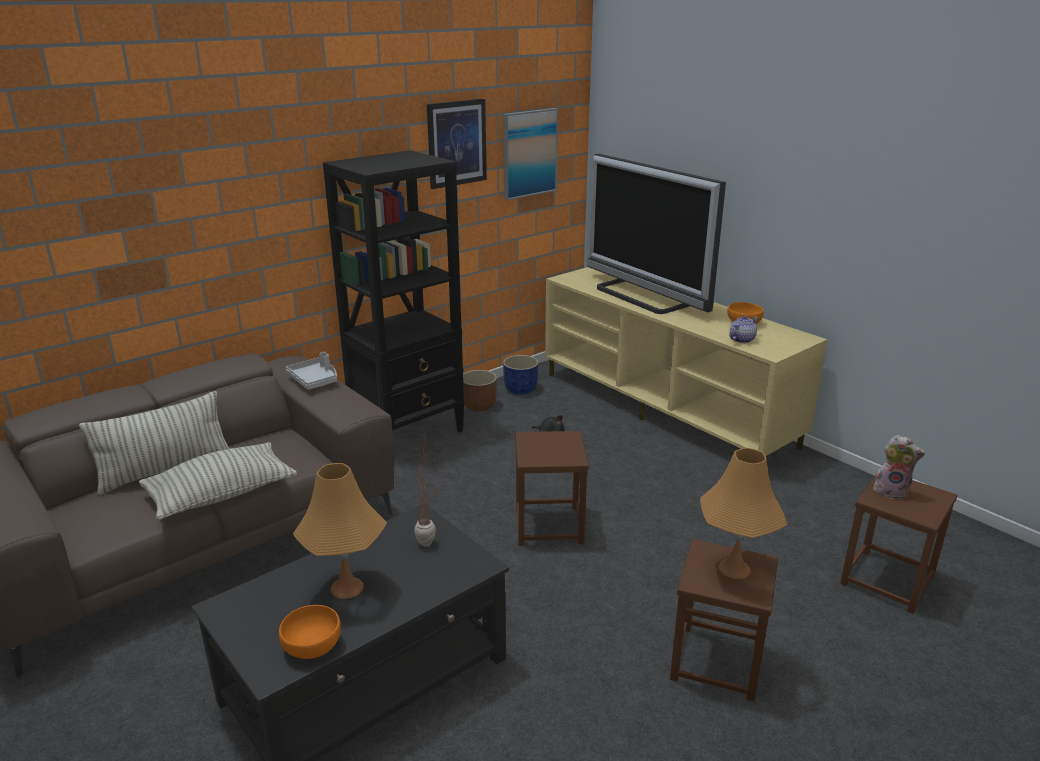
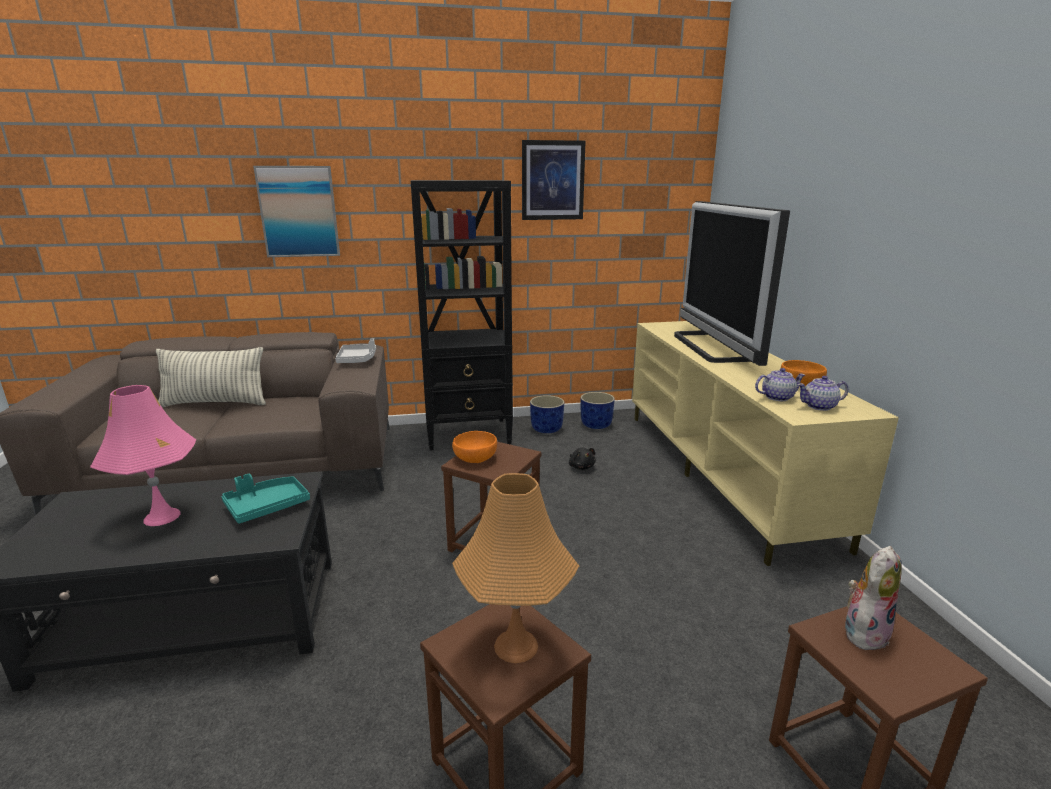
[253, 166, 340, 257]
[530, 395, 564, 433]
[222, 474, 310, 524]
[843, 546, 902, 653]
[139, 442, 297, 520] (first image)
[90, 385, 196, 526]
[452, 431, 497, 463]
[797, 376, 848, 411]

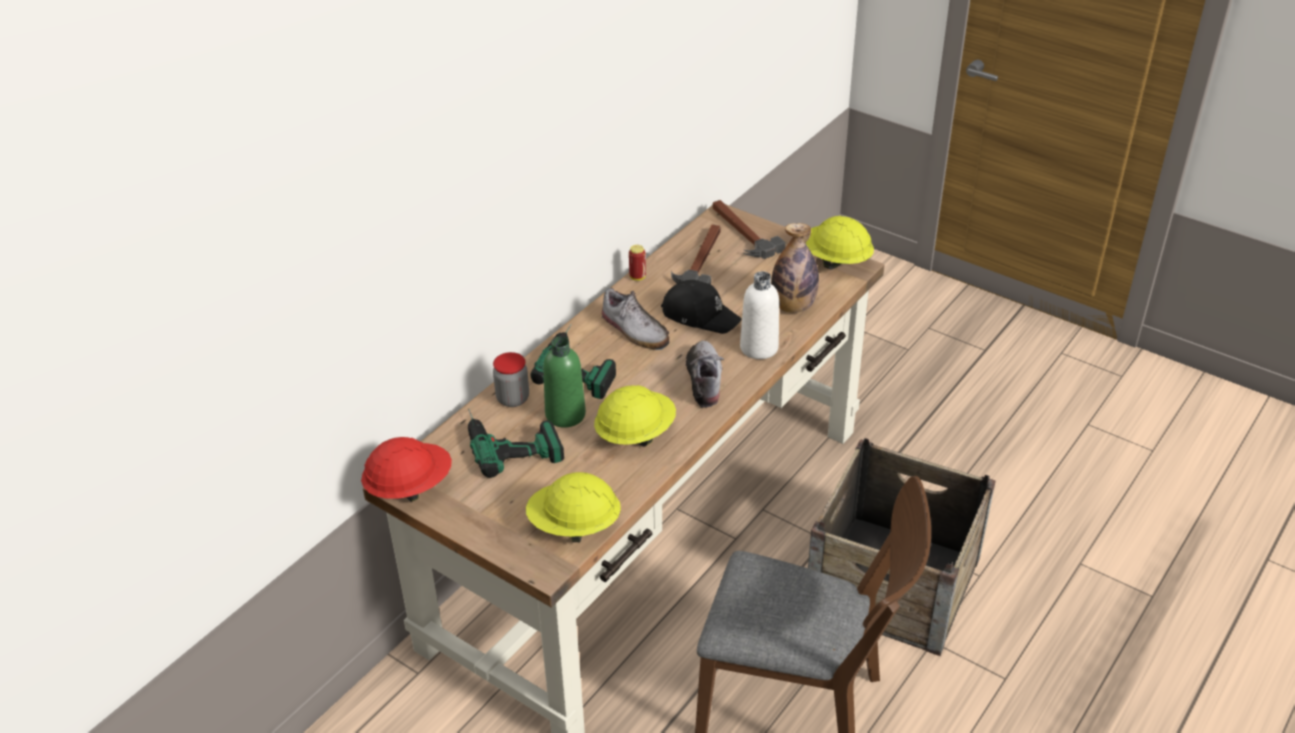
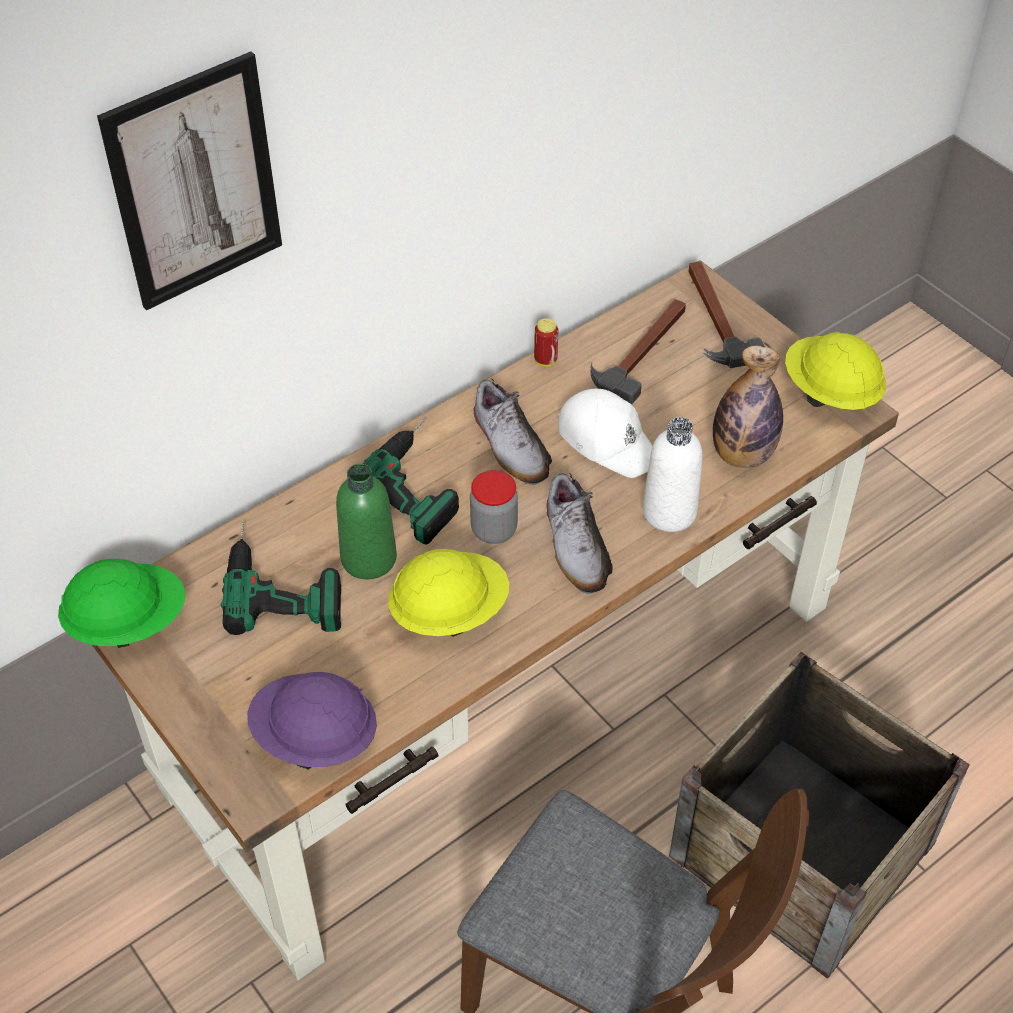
[558, 389, 653, 478]
[544, 473, 613, 594]
[470, 470, 518, 544]
[58, 559, 185, 648]
[247, 672, 377, 770]
[97, 51, 282, 311]

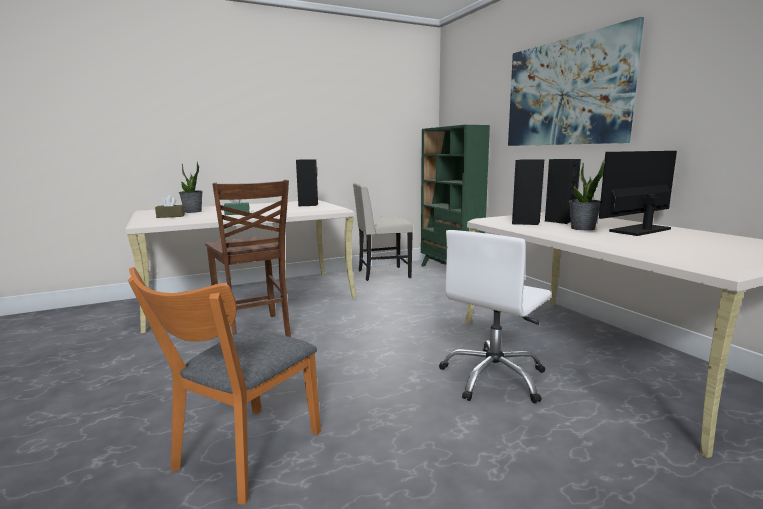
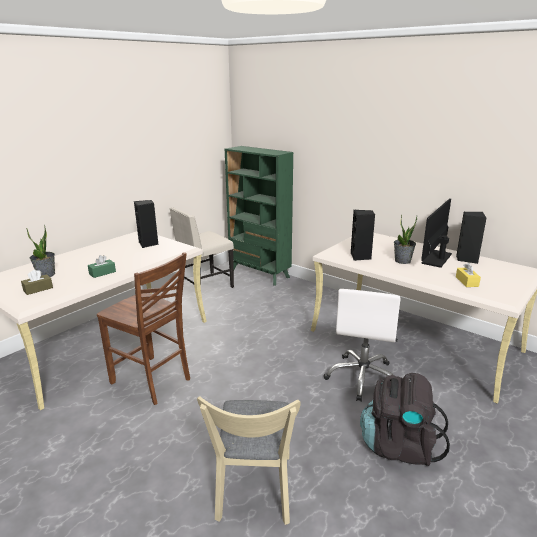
[508, 17, 644, 146] (first image)
[456, 212, 487, 264]
[197, 396, 301, 525]
[456, 263, 481, 287]
[360, 373, 450, 466]

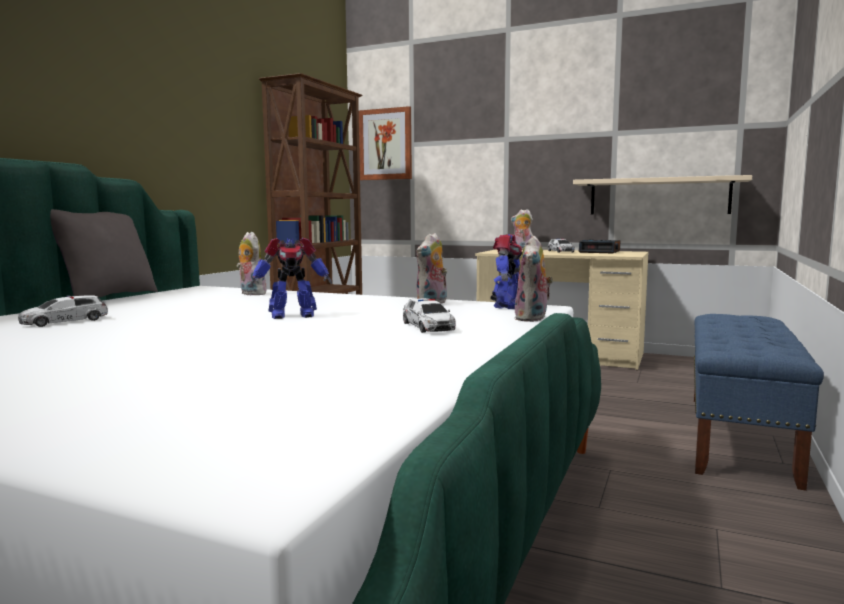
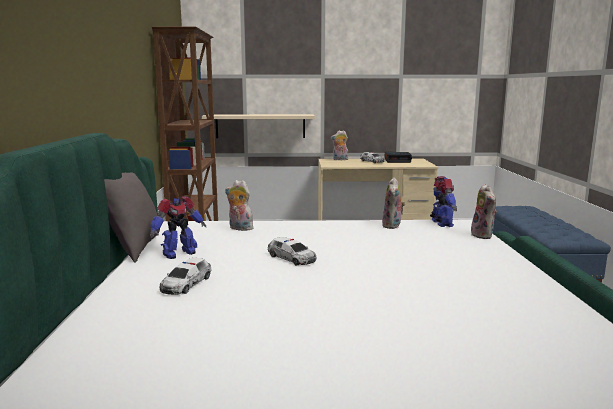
[359, 106, 412, 180] (first image)
[202, 114, 315, 138]
[150, 196, 207, 259]
[268, 237, 316, 266]

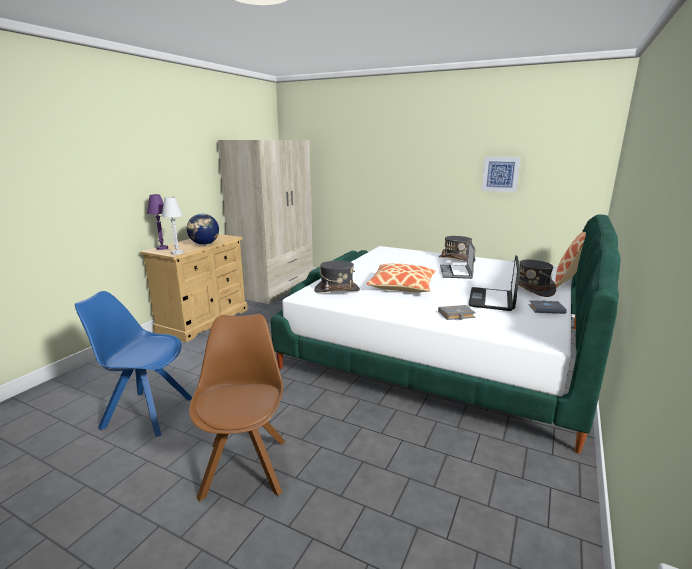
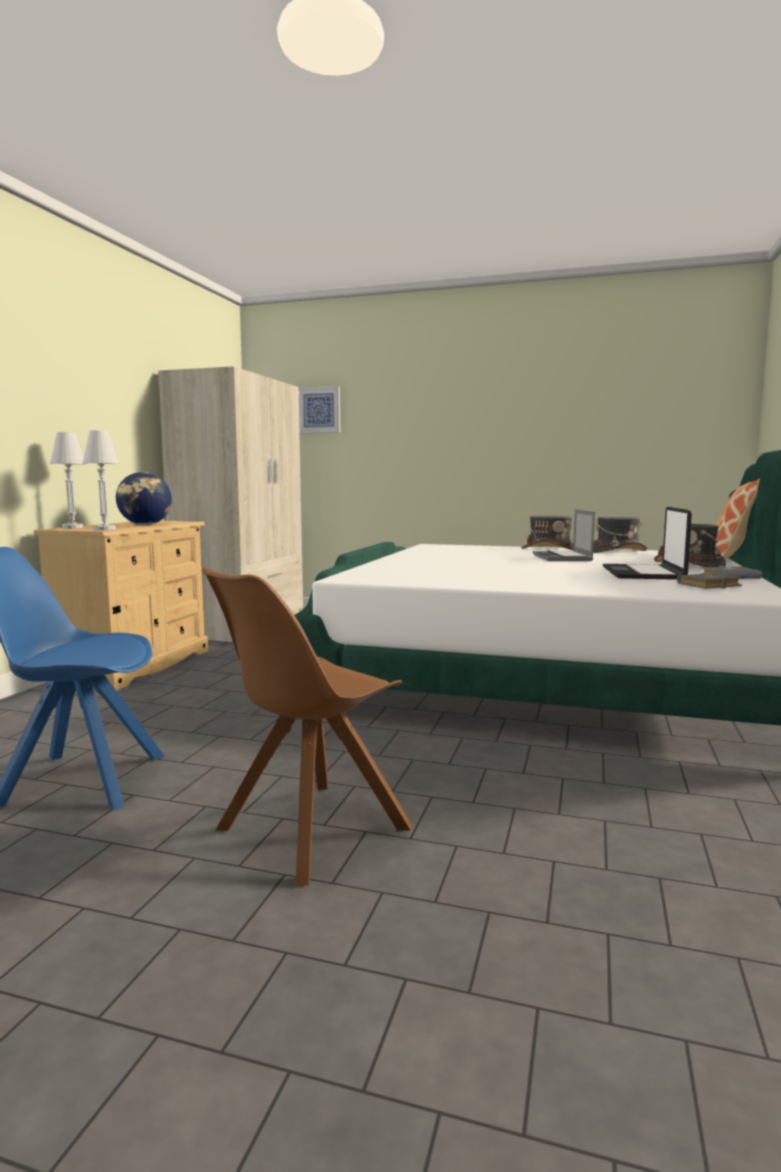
[299, 386, 340, 433]
[50, 432, 84, 528]
[593, 517, 647, 553]
[366, 263, 436, 293] (first image)
[677, 573, 743, 589]
[201, 567, 412, 886]

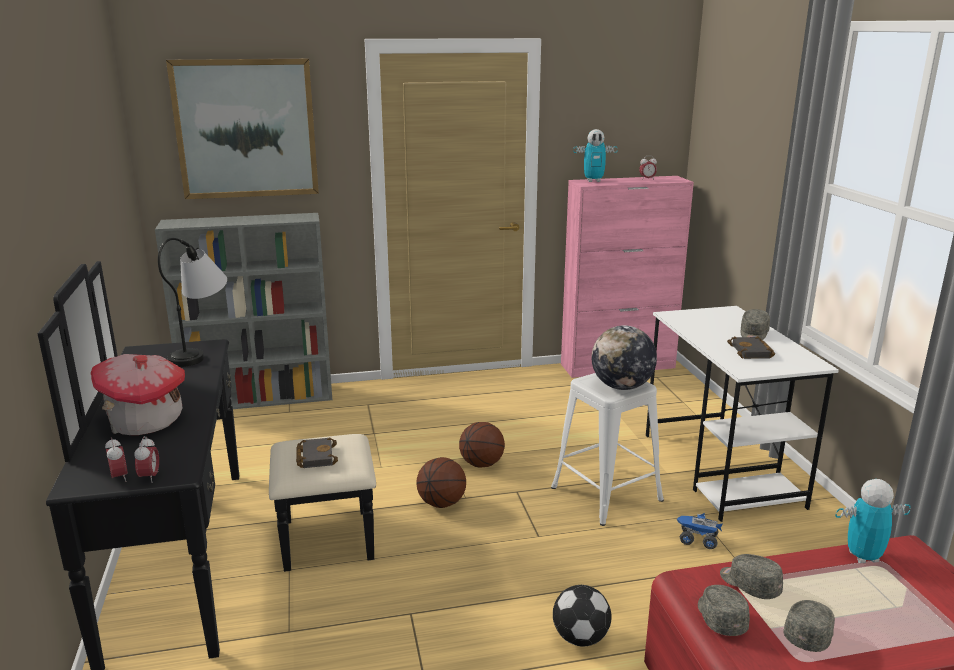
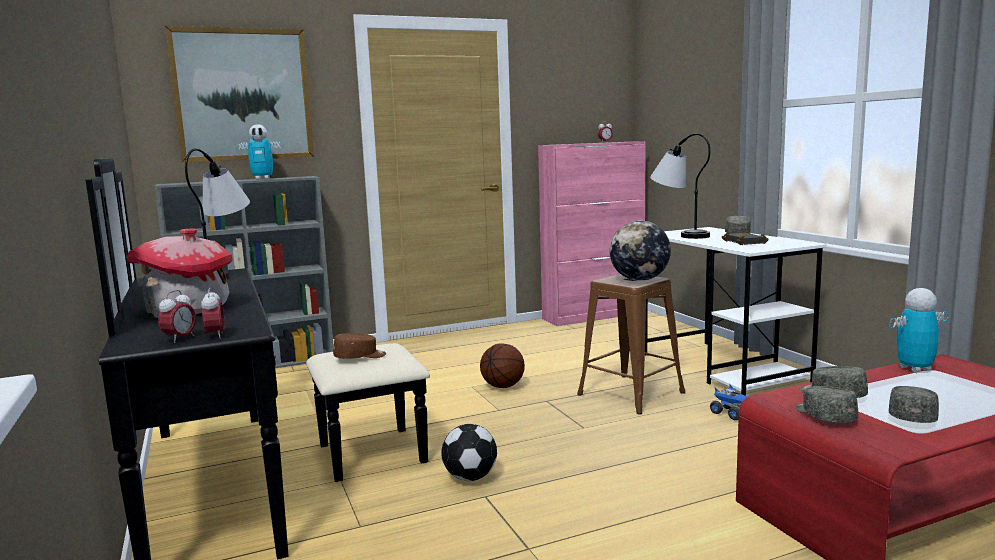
[235, 124, 284, 180]
[577, 274, 685, 415]
[158, 290, 196, 343]
[333, 333, 386, 359]
[416, 457, 466, 508] (first image)
[710, 383, 748, 420]
[441, 424, 497, 481]
[650, 133, 710, 239]

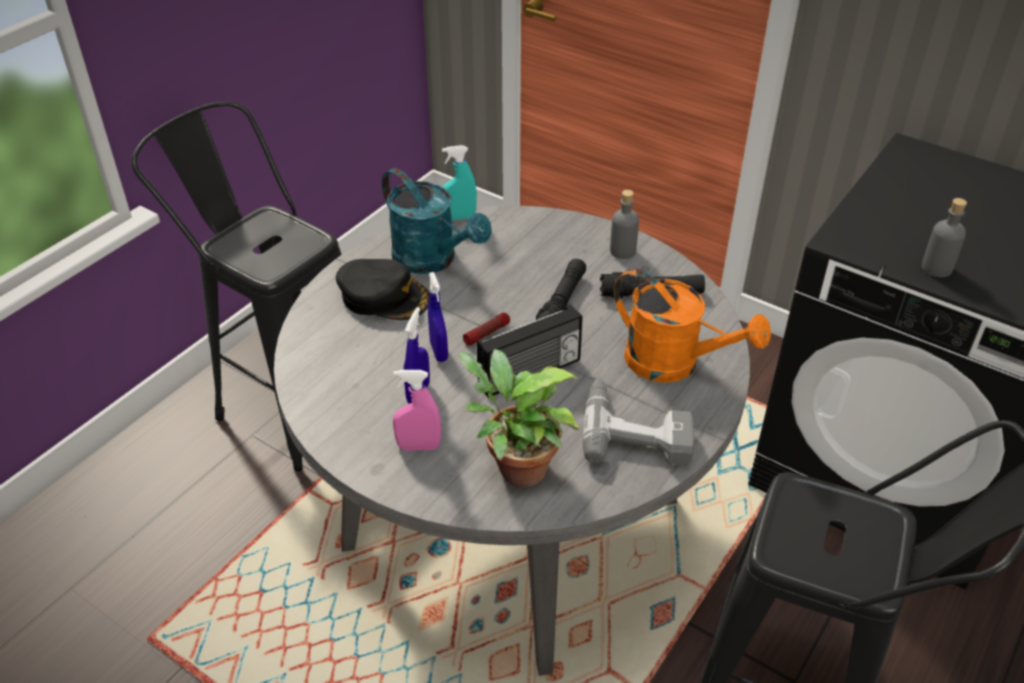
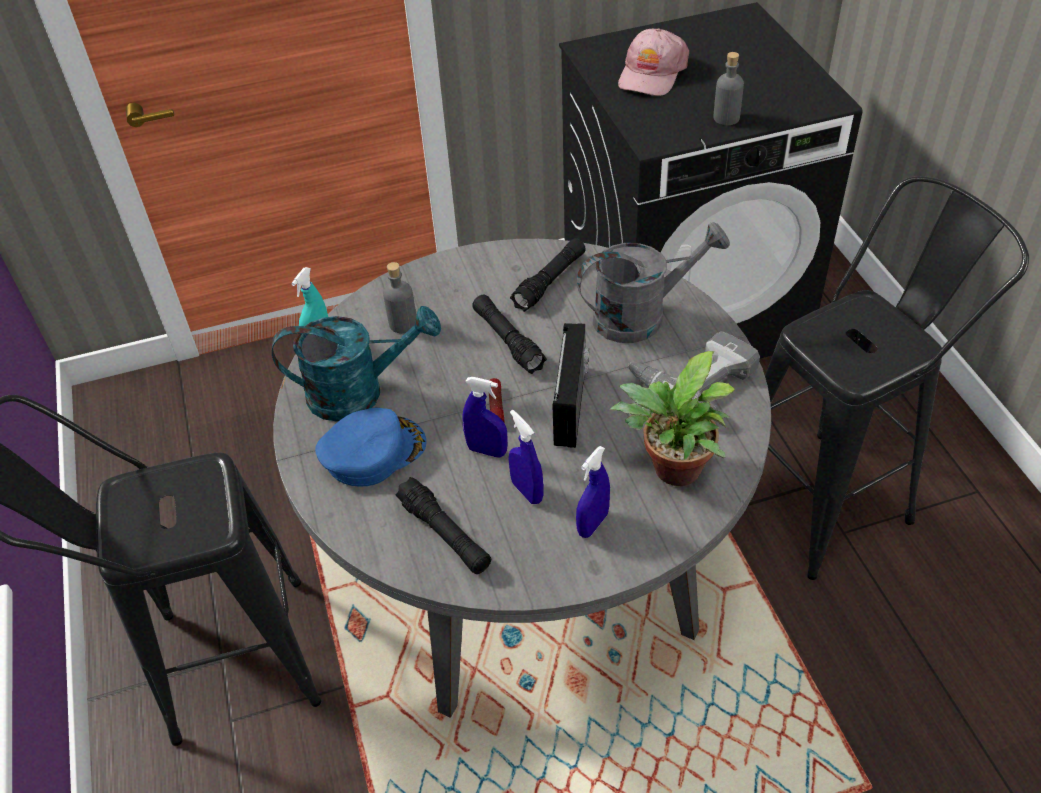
[383, 262, 416, 333]
[315, 408, 427, 487]
[577, 222, 730, 343]
[576, 446, 610, 538]
[618, 28, 689, 96]
[395, 477, 491, 574]

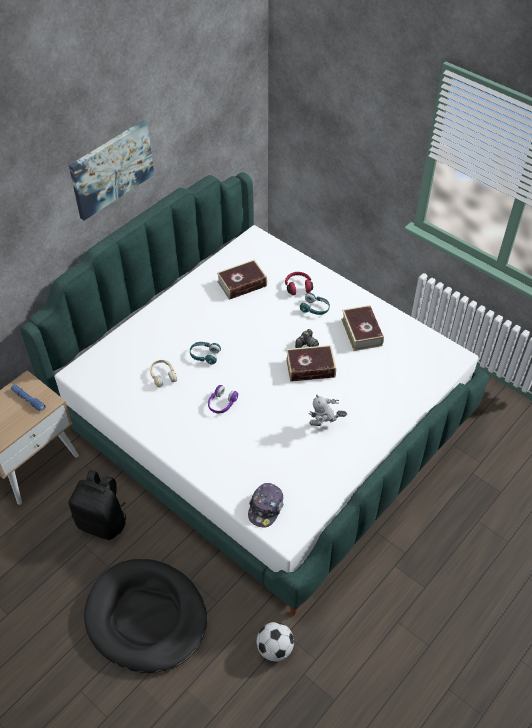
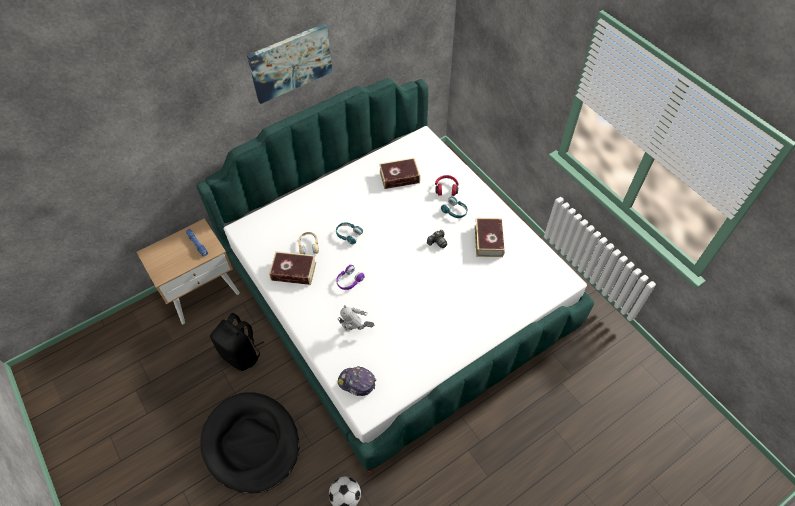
[269, 251, 316, 285]
[338, 305, 374, 331]
[338, 366, 376, 396]

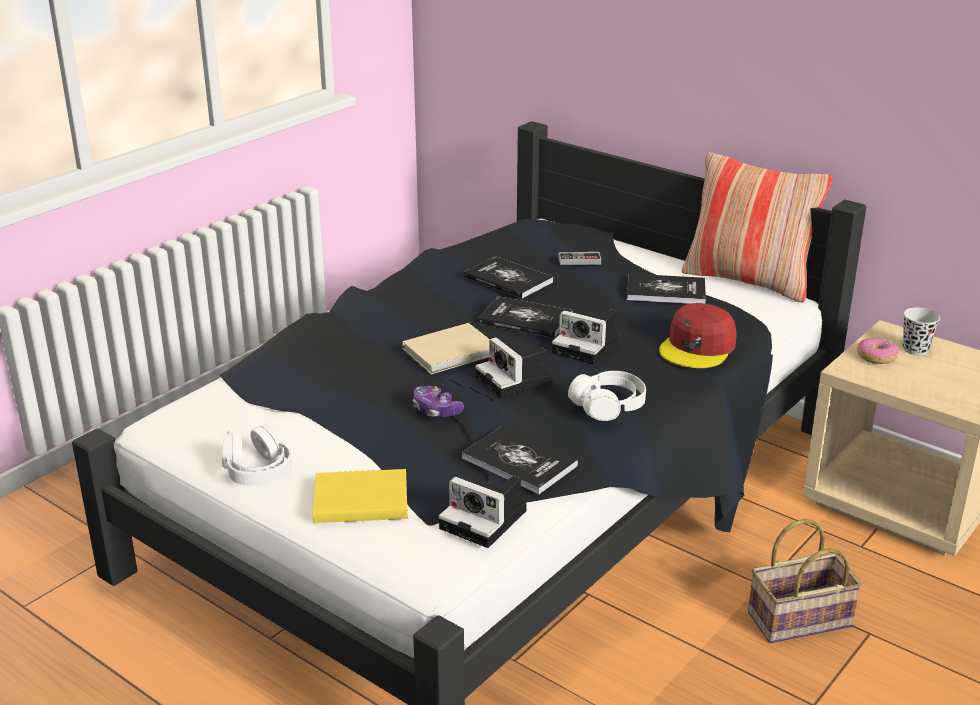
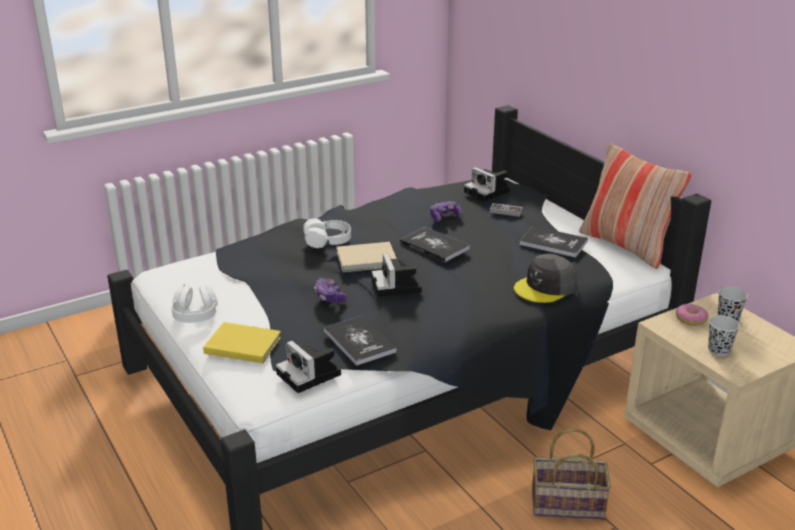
[430, 201, 462, 222]
[514, 254, 577, 303]
[464, 167, 510, 201]
[303, 218, 351, 248]
[708, 315, 740, 356]

